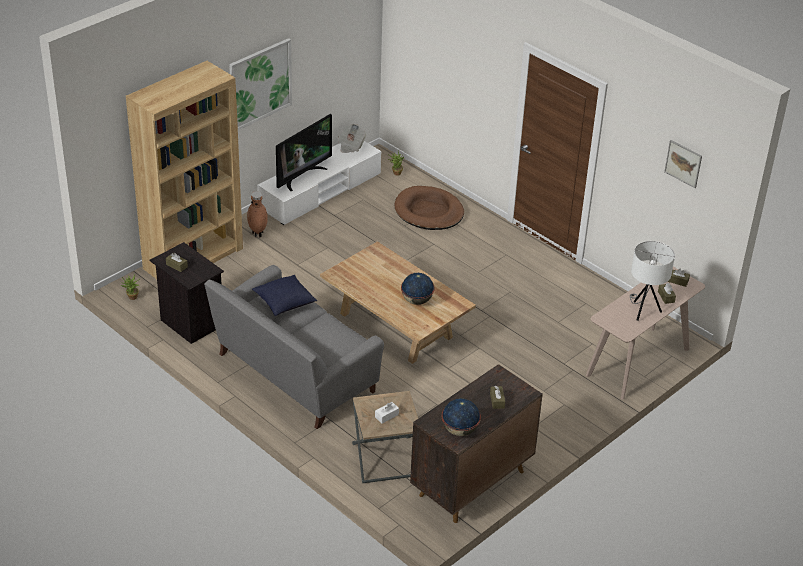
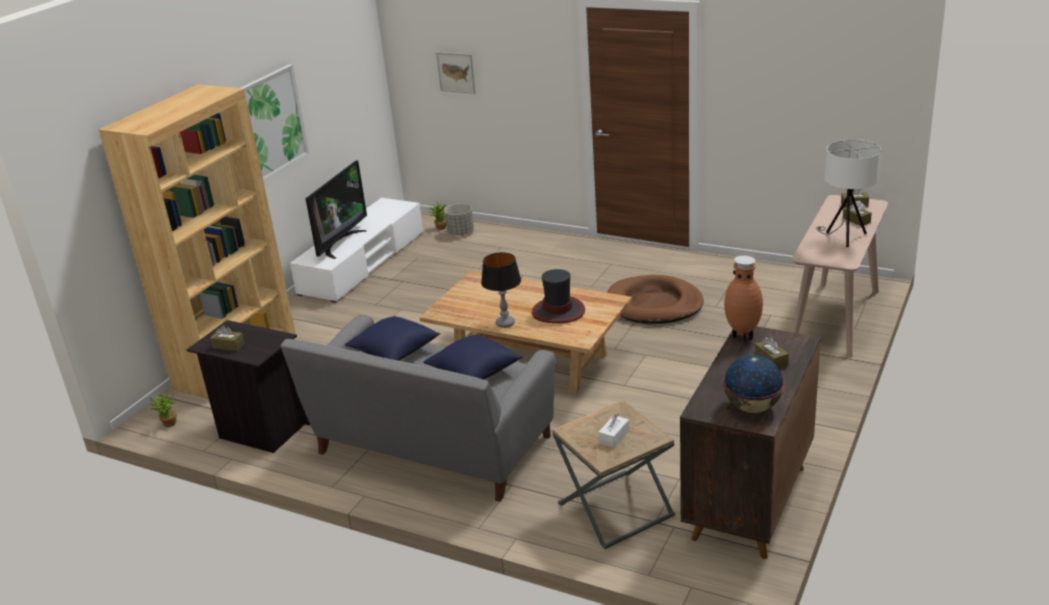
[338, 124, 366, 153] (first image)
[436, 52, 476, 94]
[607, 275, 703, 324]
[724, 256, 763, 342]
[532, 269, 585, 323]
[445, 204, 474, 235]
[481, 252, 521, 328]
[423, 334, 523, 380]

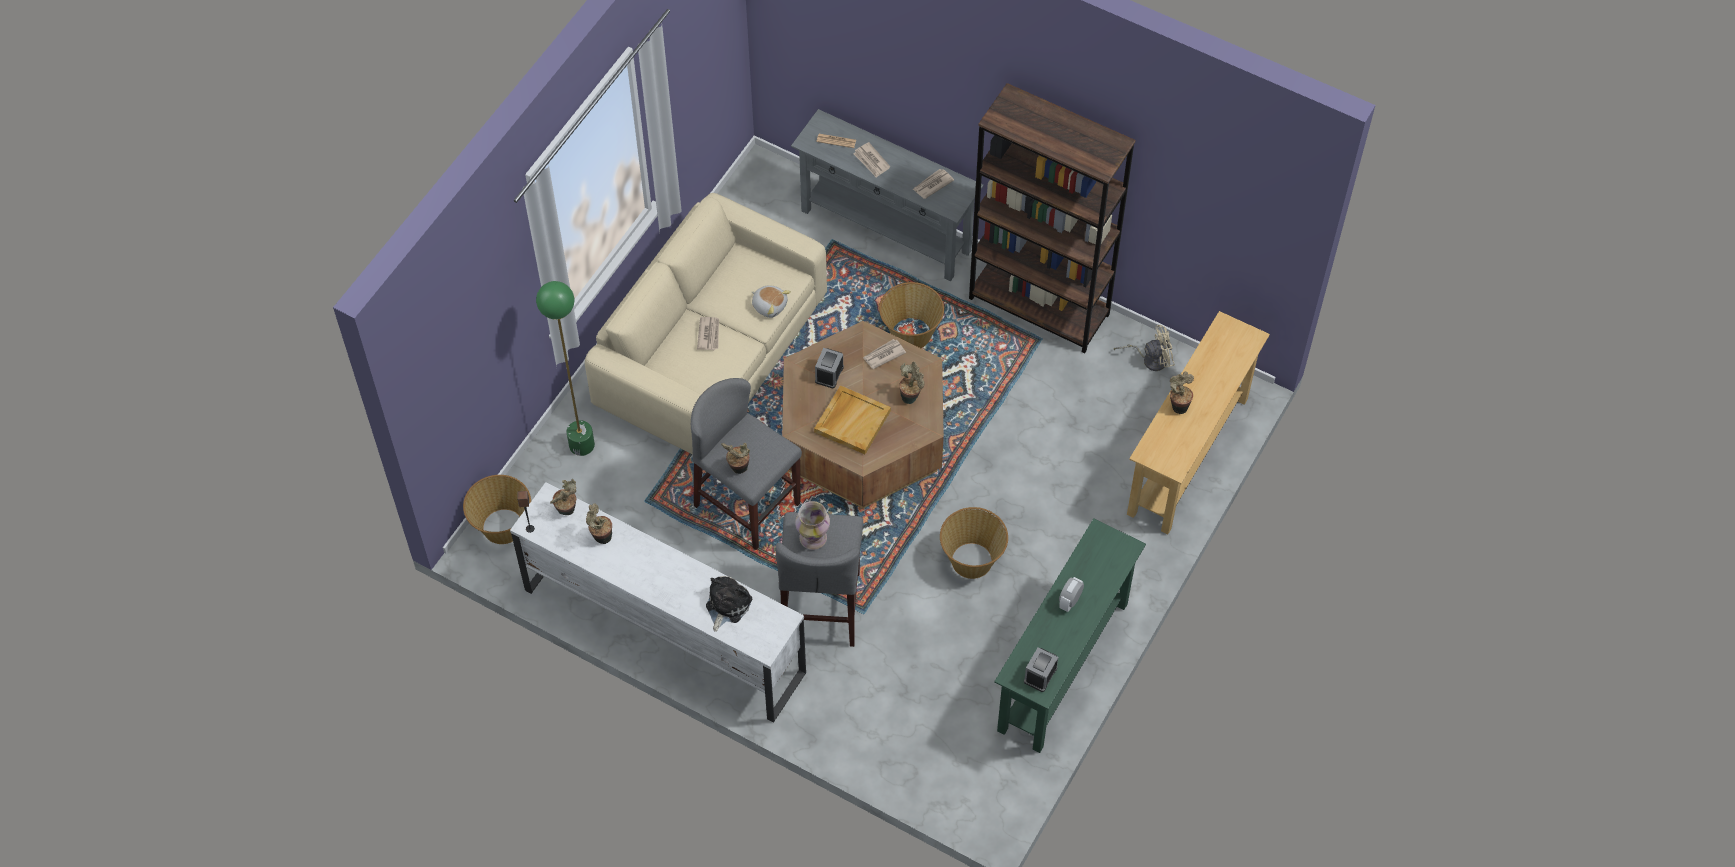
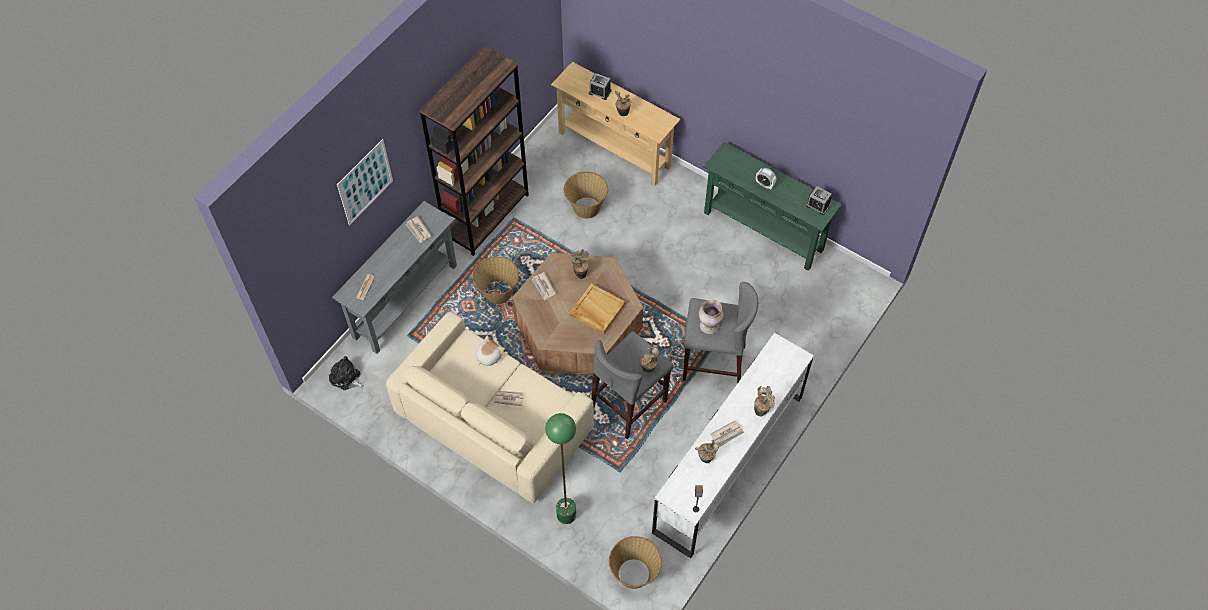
[710, 421, 744, 447]
[1114, 325, 1175, 371] (first image)
[589, 73, 611, 100]
[754, 386, 775, 416]
[564, 171, 608, 219]
[329, 356, 364, 390]
[337, 139, 393, 226]

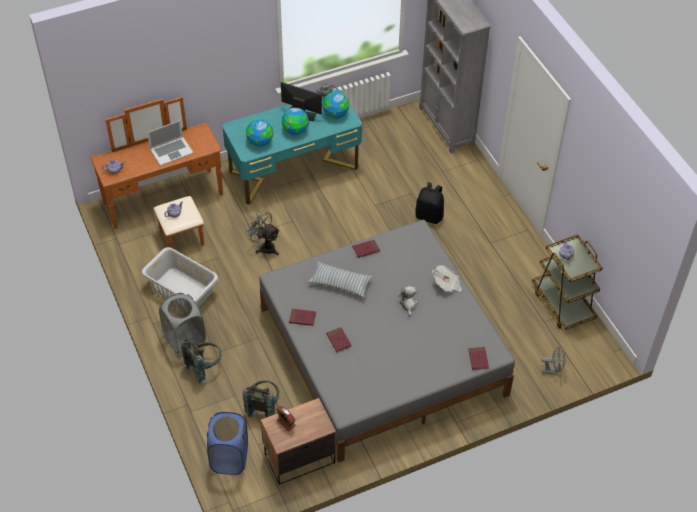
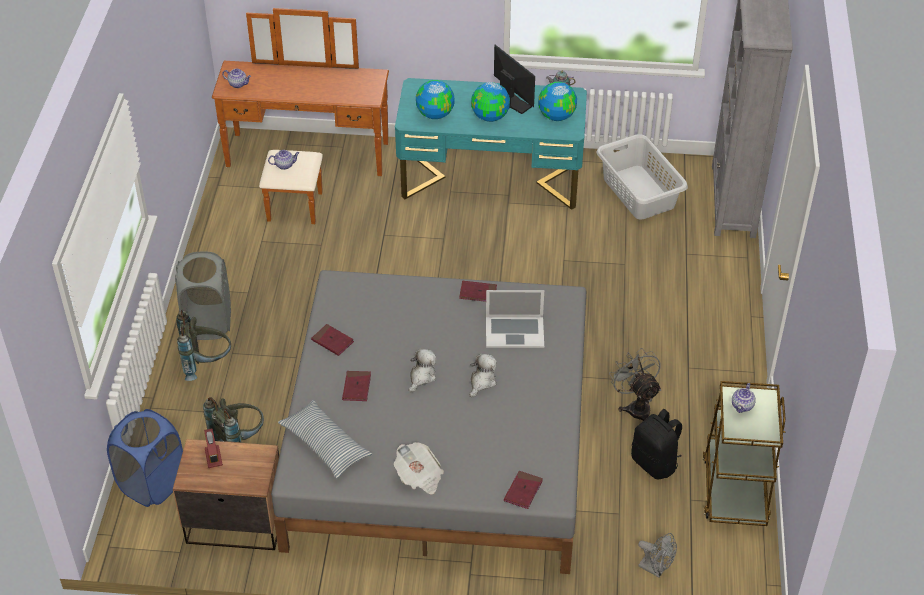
[486, 290, 544, 348]
[631, 409, 682, 479]
[609, 348, 661, 421]
[596, 134, 688, 220]
[278, 400, 372, 478]
[394, 442, 444, 495]
[409, 348, 437, 392]

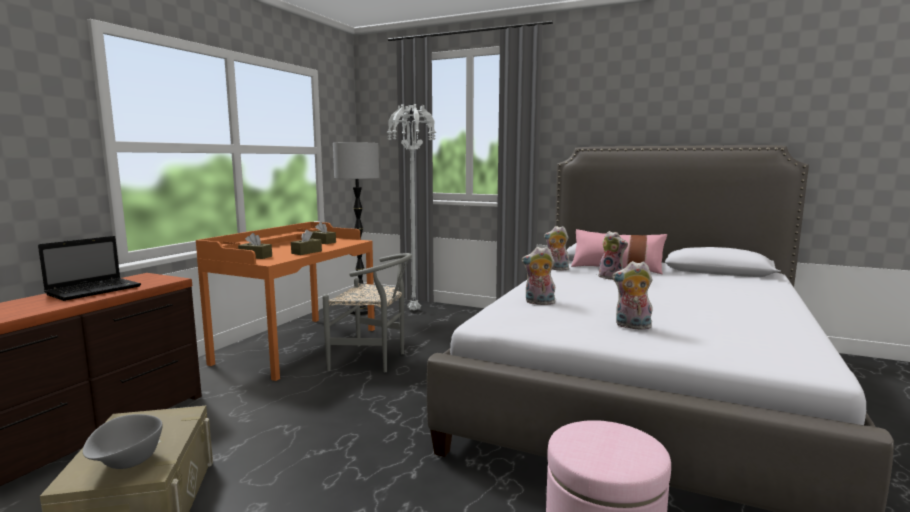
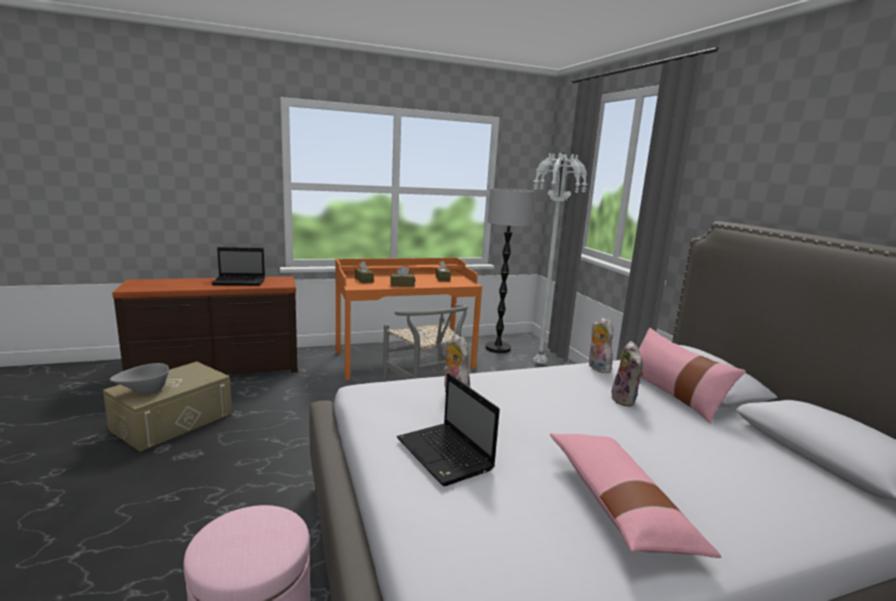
[397, 373, 500, 486]
[550, 433, 722, 558]

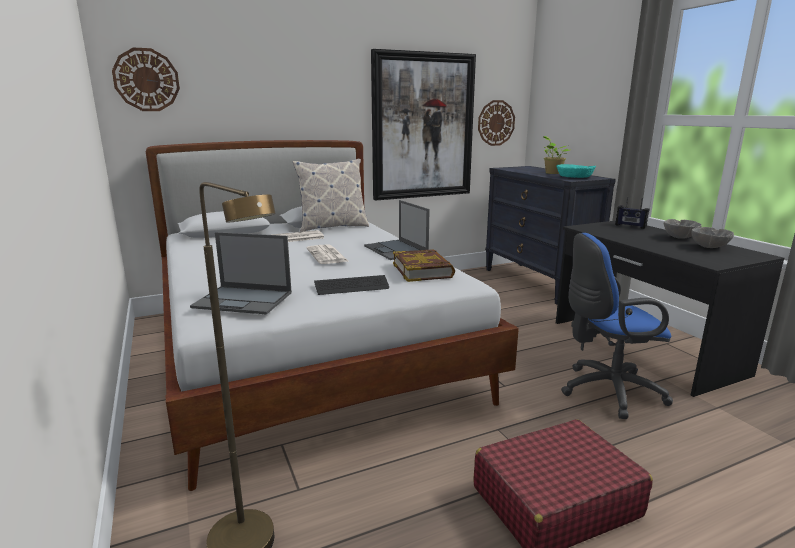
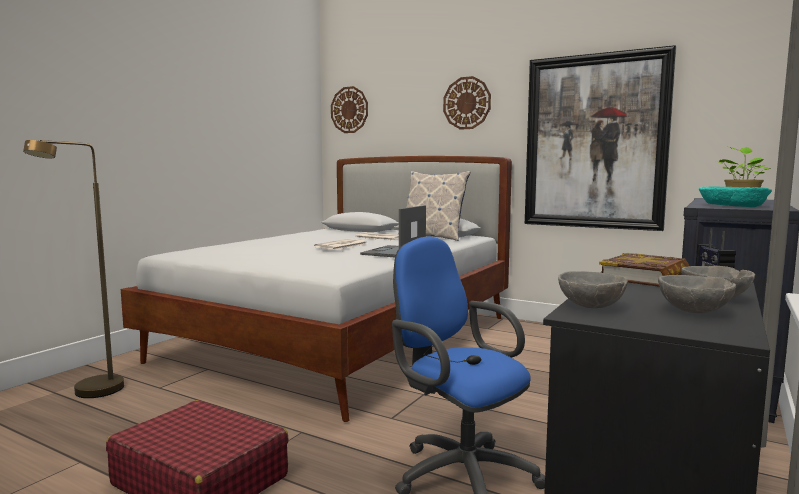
[443, 76, 491, 130]
[190, 232, 292, 315] (first image)
[599, 253, 689, 287]
[314, 275, 389, 295] (first image)
[558, 271, 628, 308]

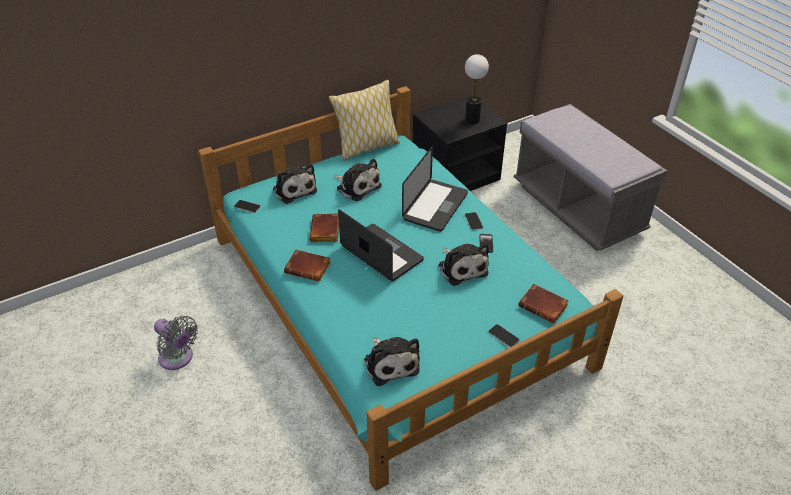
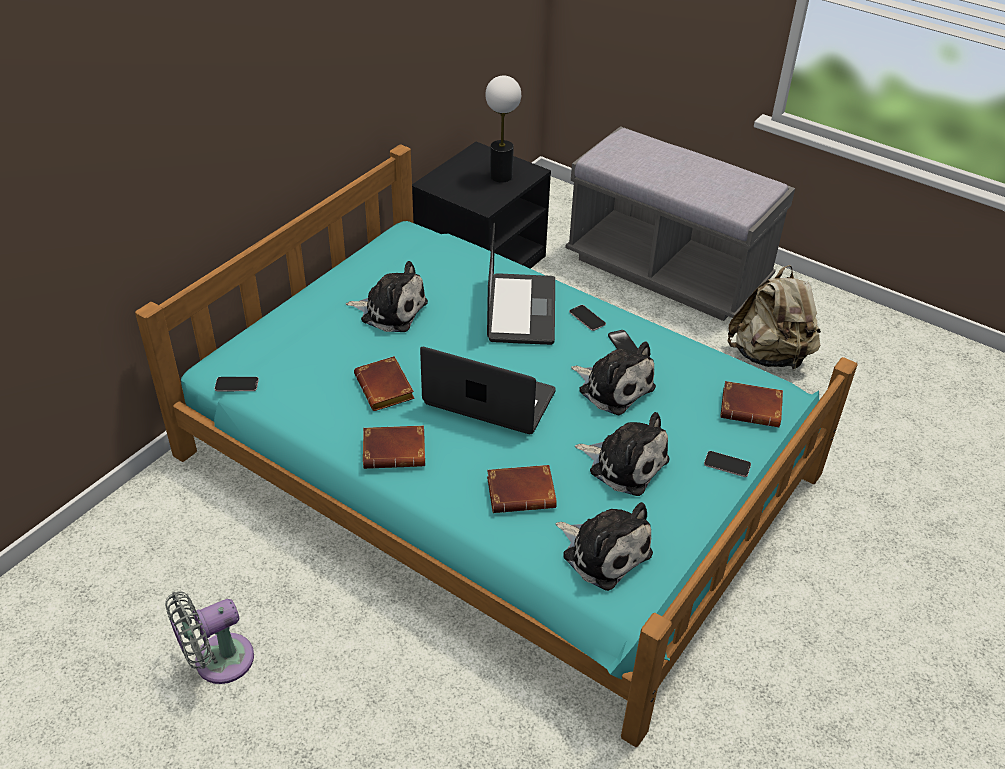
[329, 80, 400, 161] (first image)
[575, 412, 669, 496]
[165, 591, 254, 684]
[728, 265, 821, 371]
[487, 465, 557, 513]

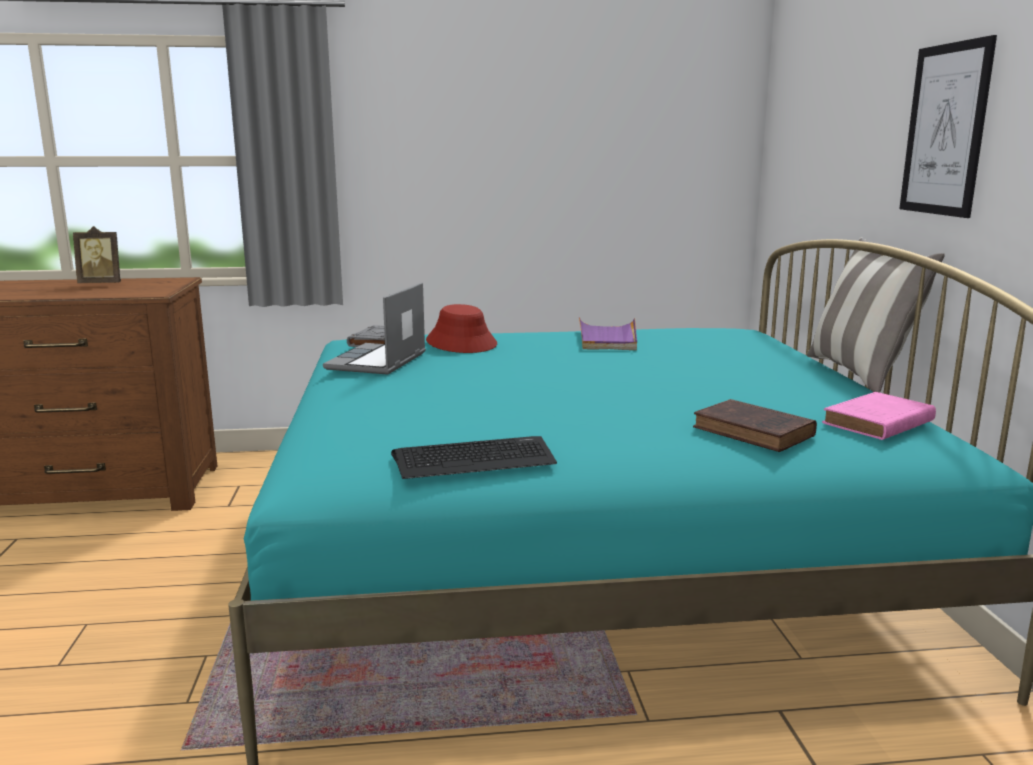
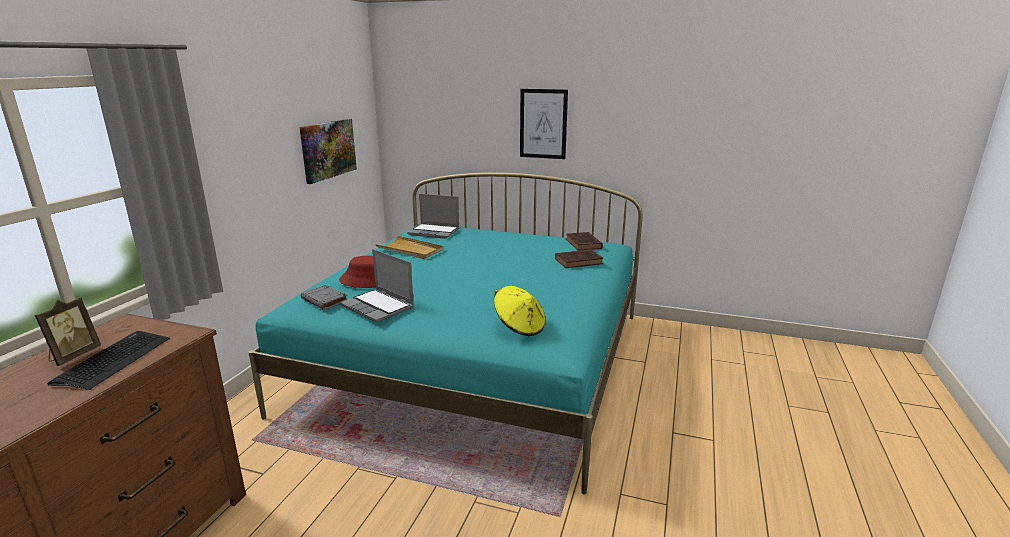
[807, 237, 945, 393] (first image)
[375, 236, 443, 259]
[566, 232, 603, 251]
[48, 331, 170, 390]
[299, 119, 357, 184]
[407, 194, 459, 239]
[494, 286, 546, 336]

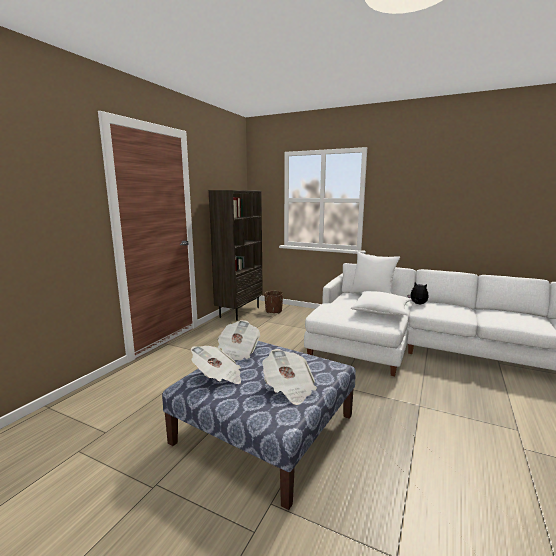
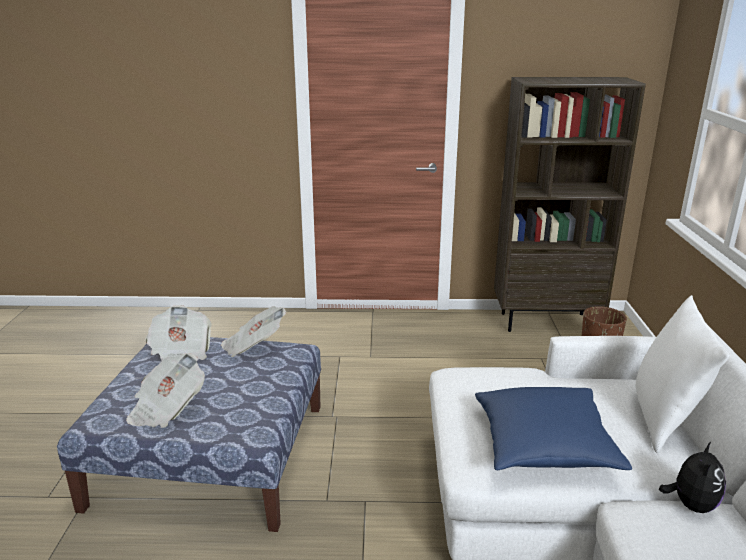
[475, 387, 632, 470]

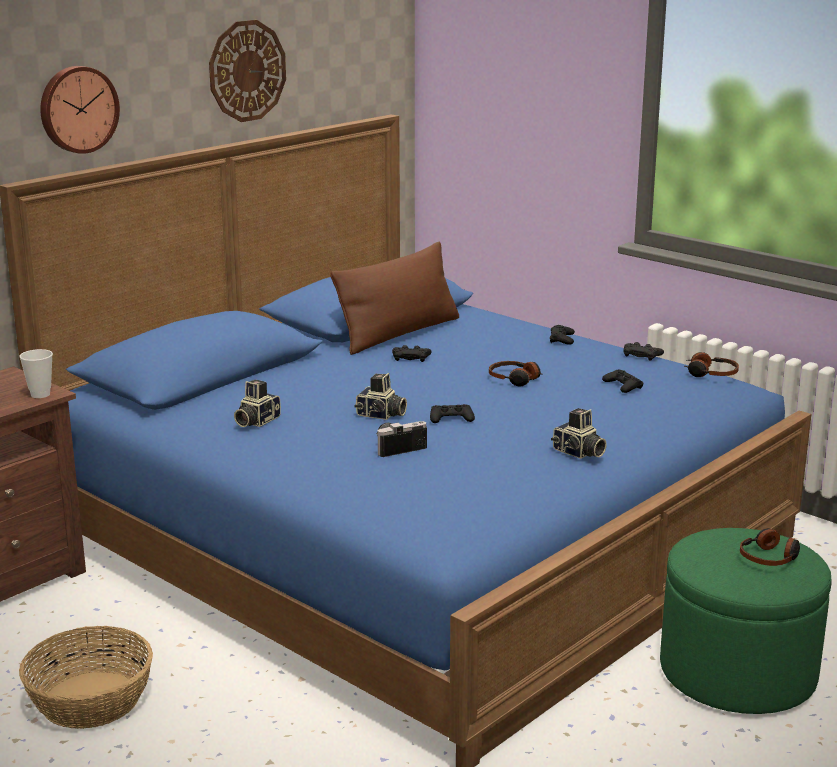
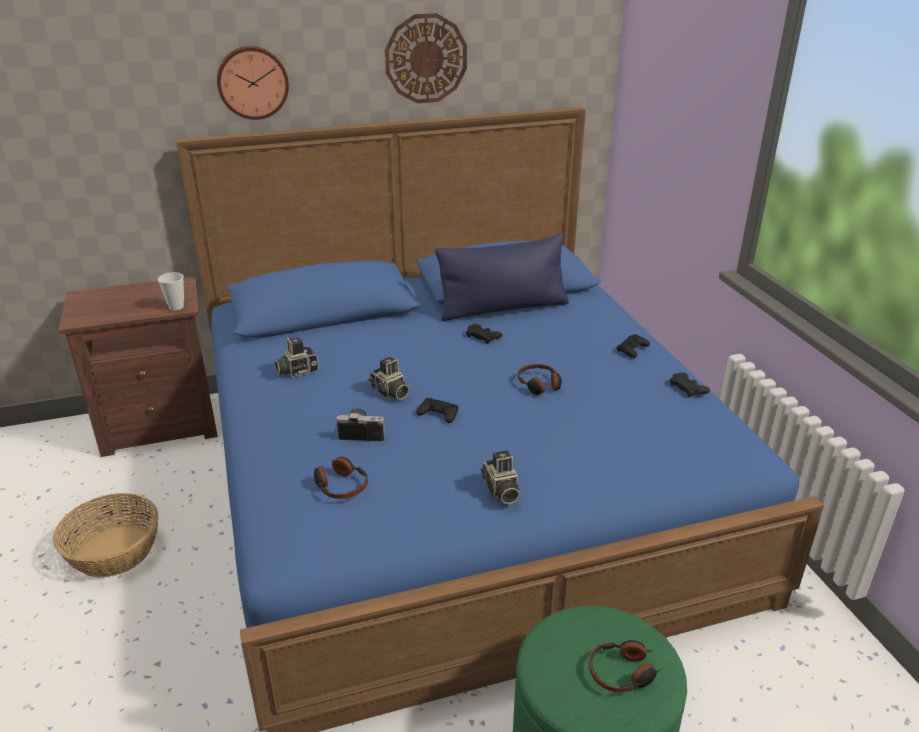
[435, 234, 569, 321]
[314, 457, 368, 499]
[602, 369, 643, 393] (first image)

